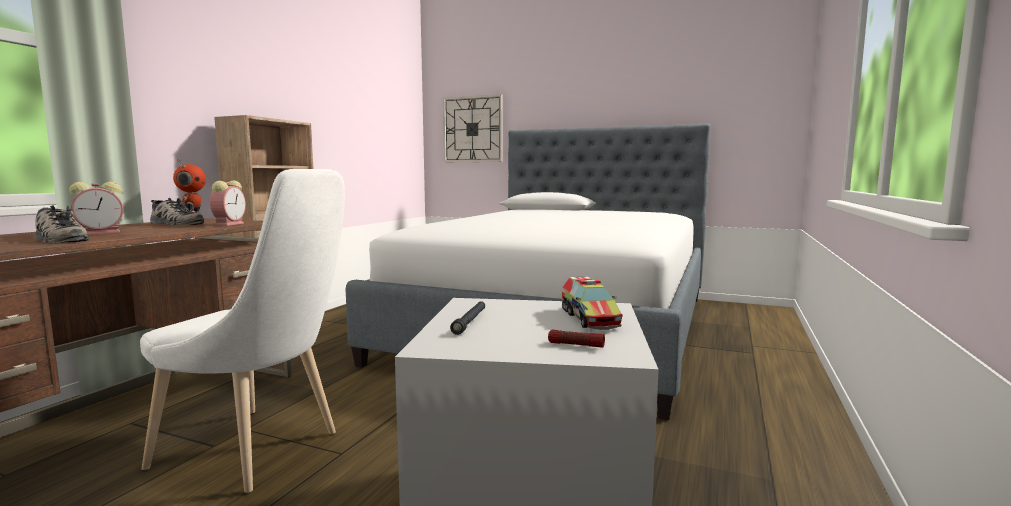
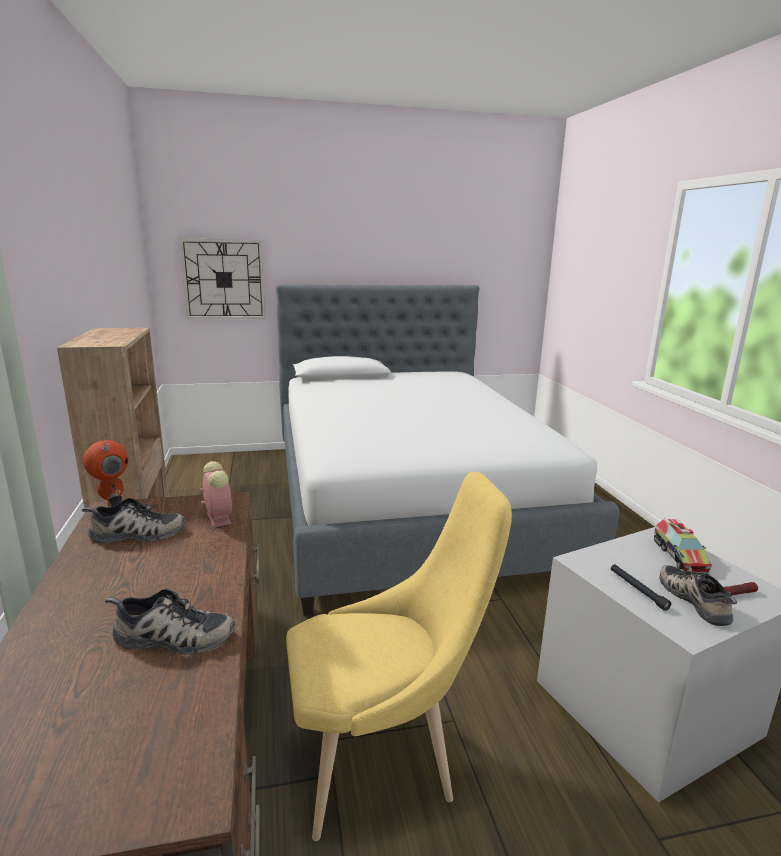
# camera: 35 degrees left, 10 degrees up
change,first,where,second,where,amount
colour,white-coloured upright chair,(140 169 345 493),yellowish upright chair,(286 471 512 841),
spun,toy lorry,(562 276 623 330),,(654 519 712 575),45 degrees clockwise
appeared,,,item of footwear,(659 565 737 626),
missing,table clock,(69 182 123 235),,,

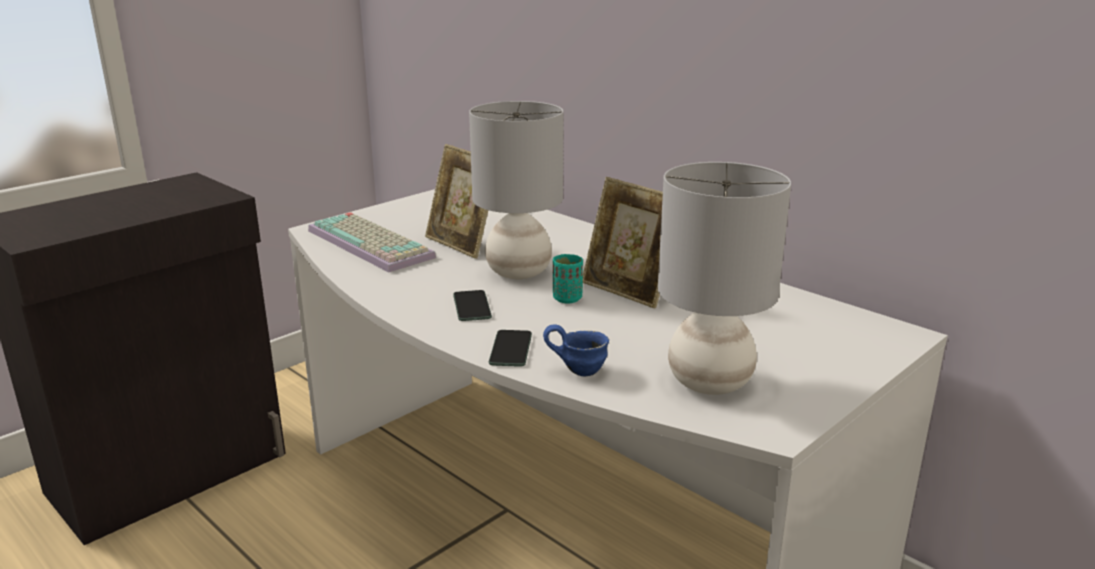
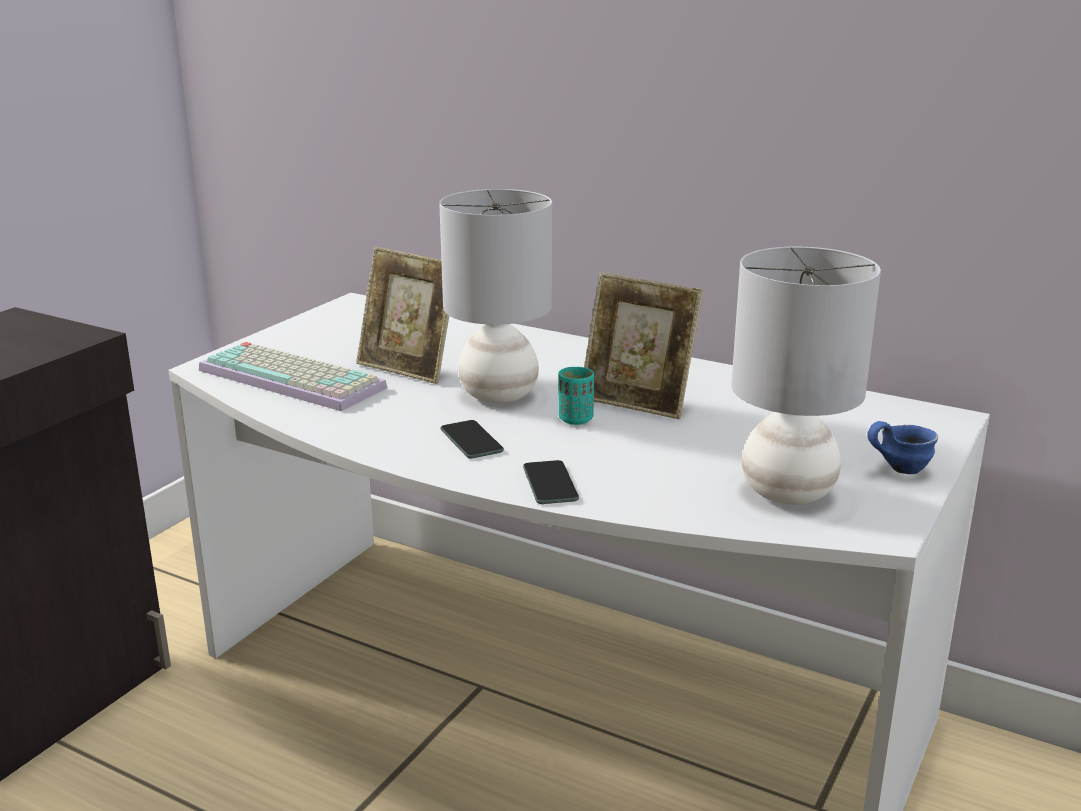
# camera: 15 degrees left, 0 degrees up
change,first,where,second,where,amount
relocated,bluish tea mug,(543 324 609 376),,(867 421 938 474),

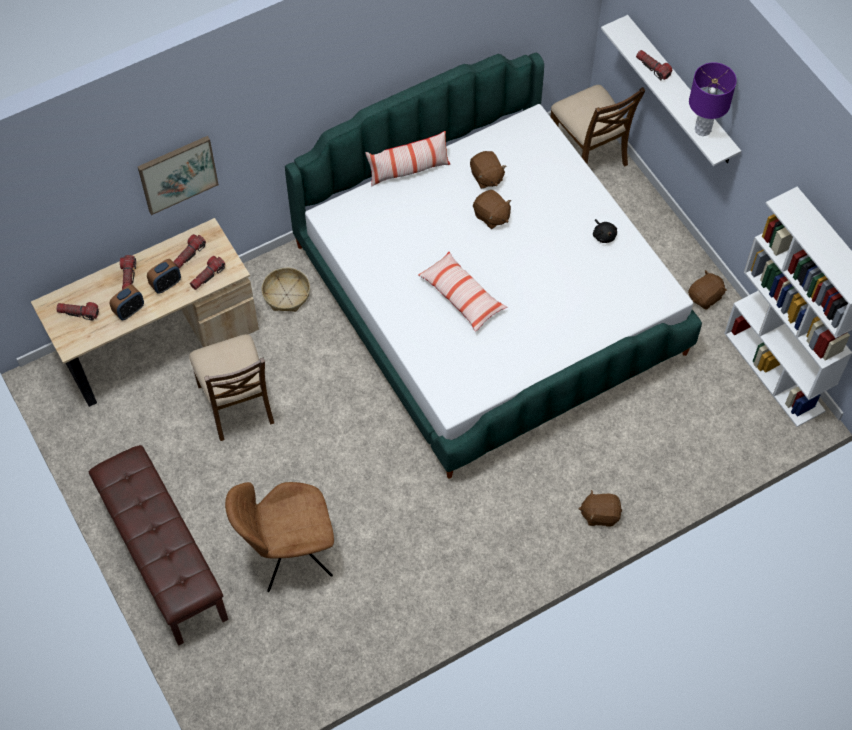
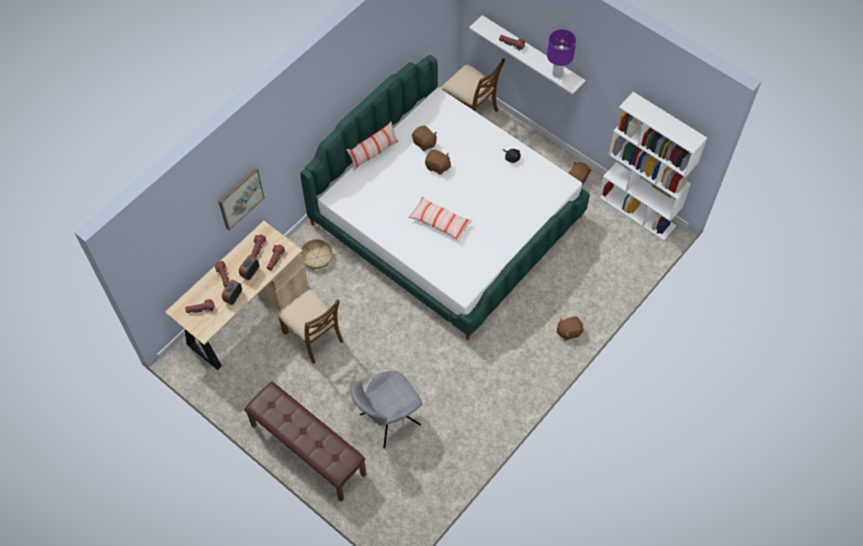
# camera: 20 degrees left, 0 degrees up
change,first,where,second,where,amount
colour,brown upright chair,(225 482 334 592),grey upright chair,(350 371 422 449),

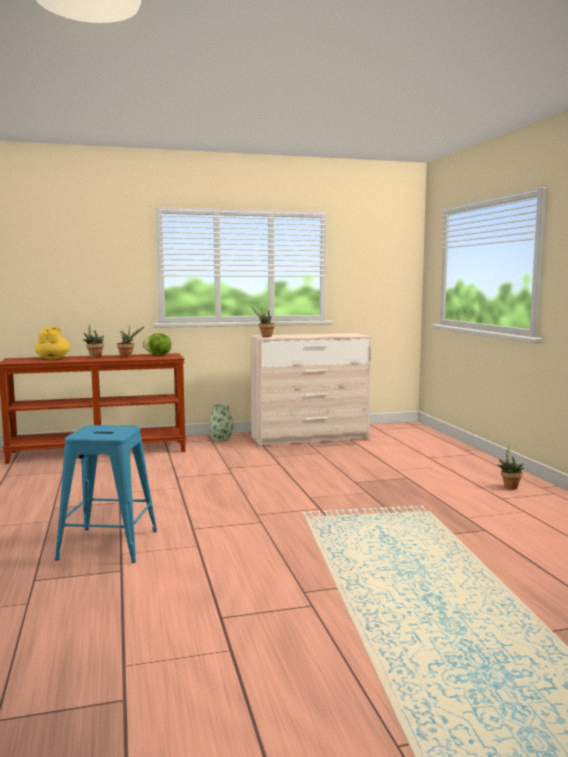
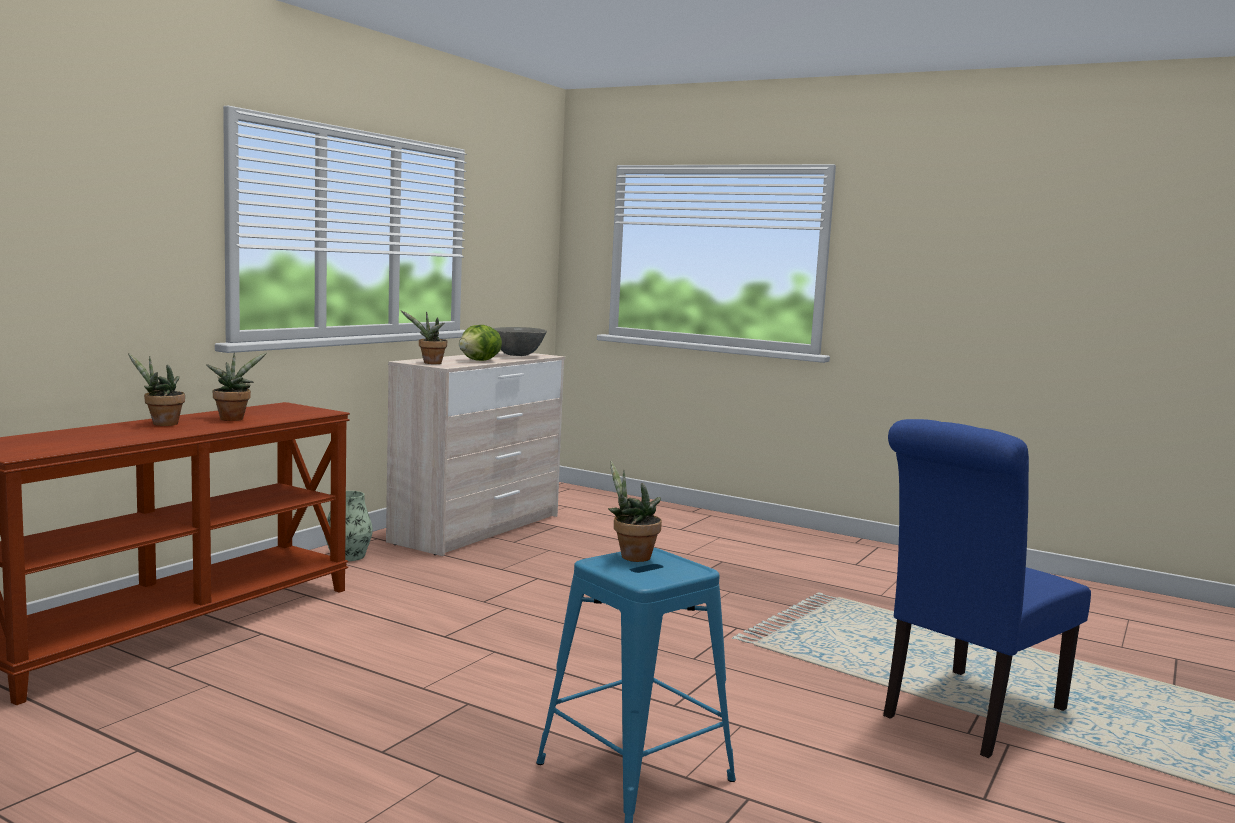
# camera: 45 degrees left, 0 degrees up
change,first,where,second,where,amount
relocated,lettuce,(142 333 171 355),,(459 325 502 361),
appeared,,,grey serving bowl,(493 327 547 356),
relocated,potted plant,(497 446 524 489),,(608 461 662 562),
appeared,,,bluish upright chair,(883 419 1091 758),
missing,yellowish teapot,(35 327 70 360),,,

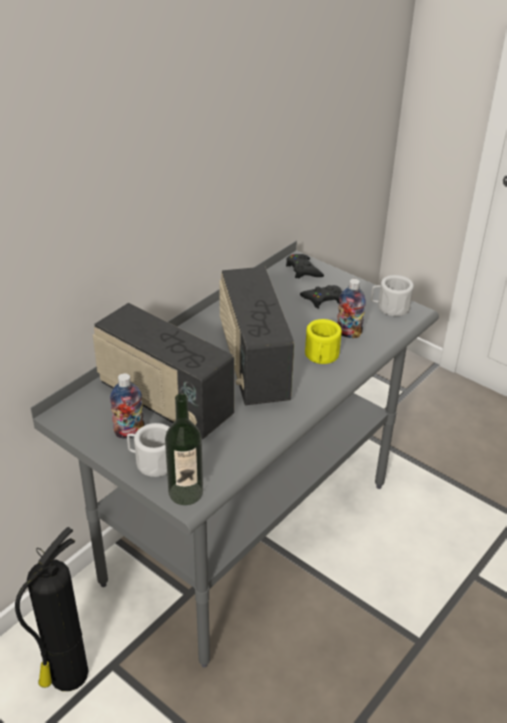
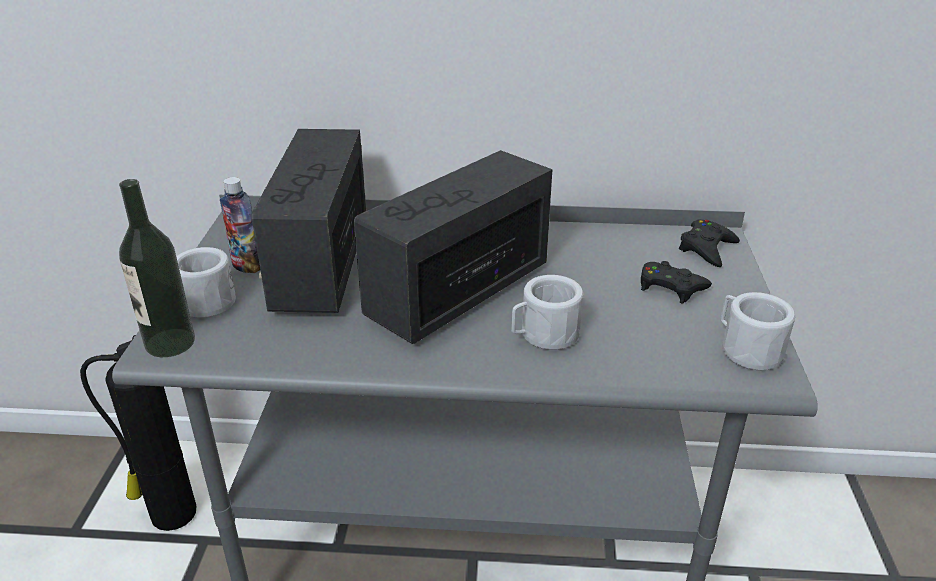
# camera: 55 degrees right, 5 degrees down
change,first,where,second,where,amount
colour,yellowish tea mug,(305 319 342 364),white-coloured tea mug,(512 275 583 350),
missing,bottle,(337 279 366 338),,,

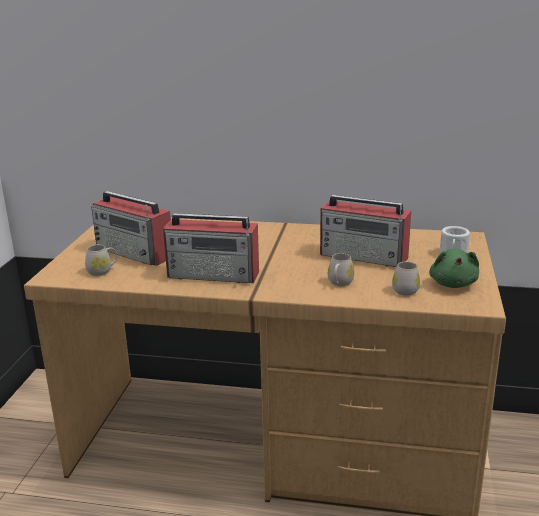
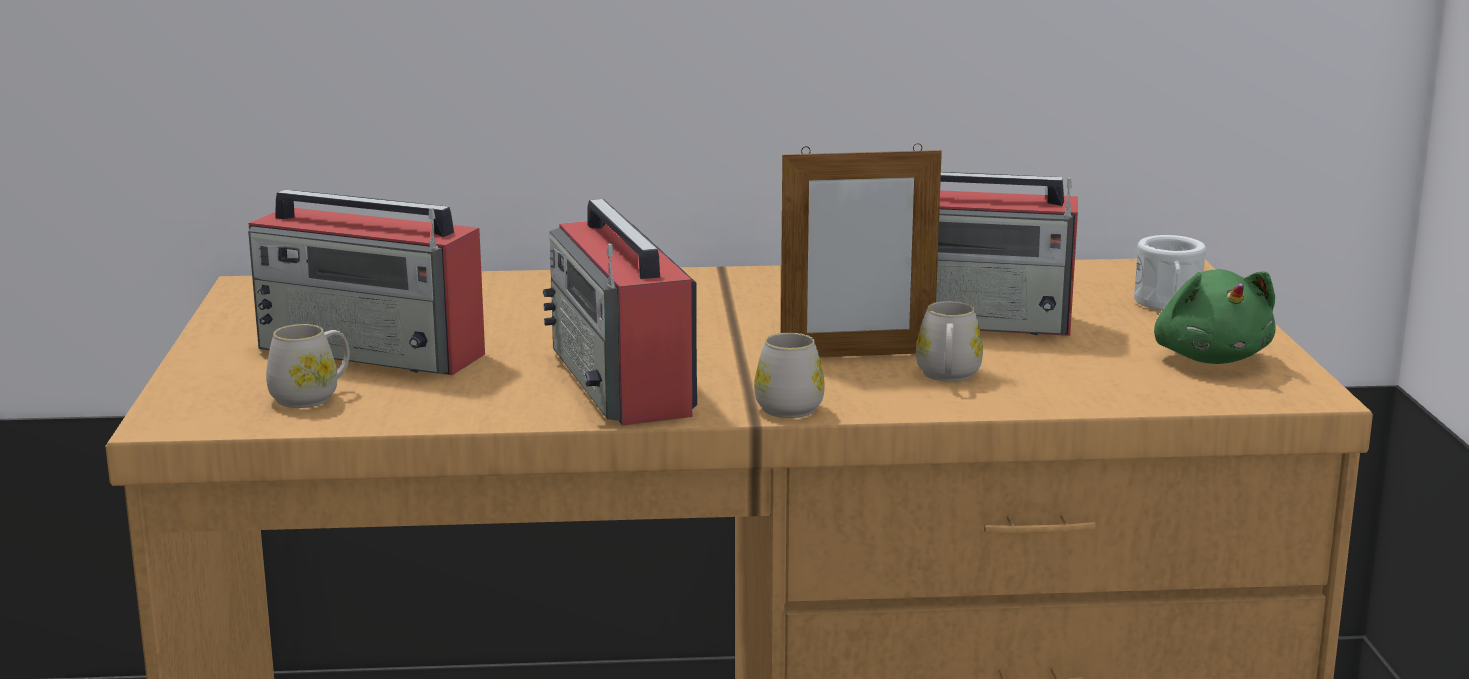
# camera: 15 degrees left, 5 degrees down
change,first,where,second,where,amount
spun,radio,(163 213 259 283),,(543 199 697 426),75 degrees clockwise
relocated,white-coloured tea mug,(392 261 420 296),,(754 333 825 418),
appeared,,,standing frame,(781 143 942 357),

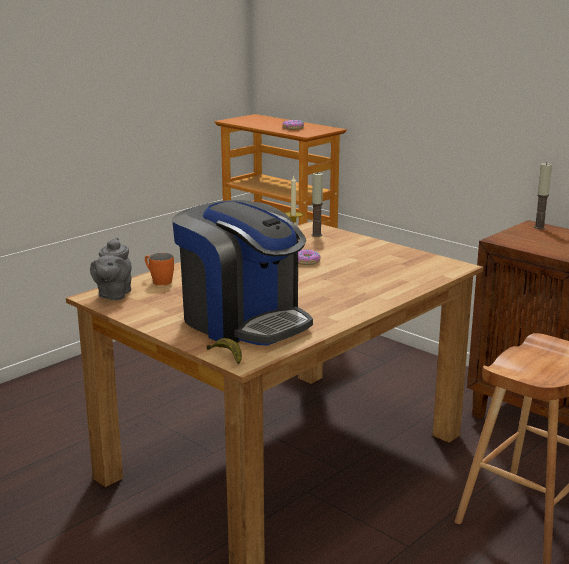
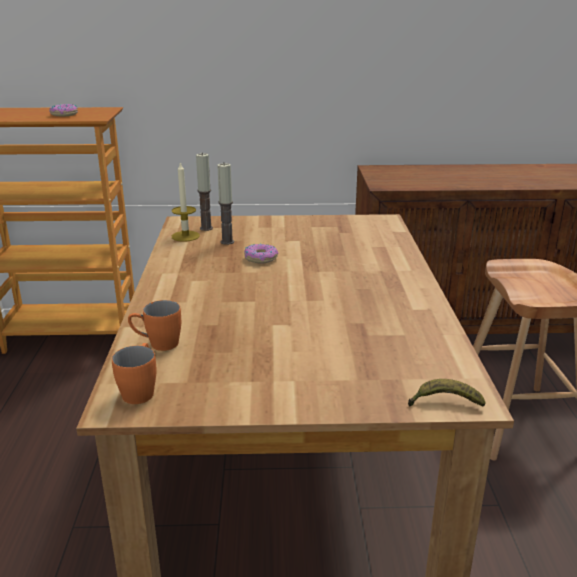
# camera: 45 degrees left, 5 degrees up
change,first,where,second,where,amount
exchanged,grey teapot,(90 237 132 300),orangey tea mug,(112 343 156 404),
relocated,wax candle,(534 162 552 229),,(217 162 234 245),
missing,coffee machine,(172 200 313 346),,,

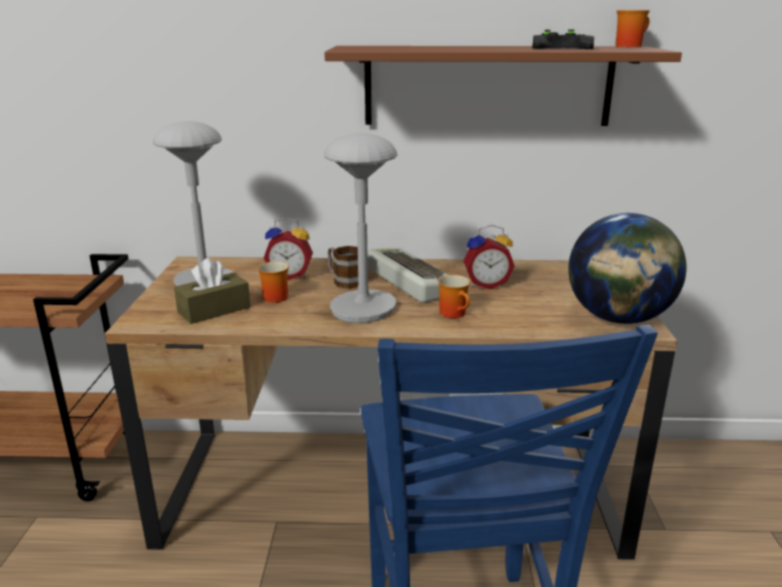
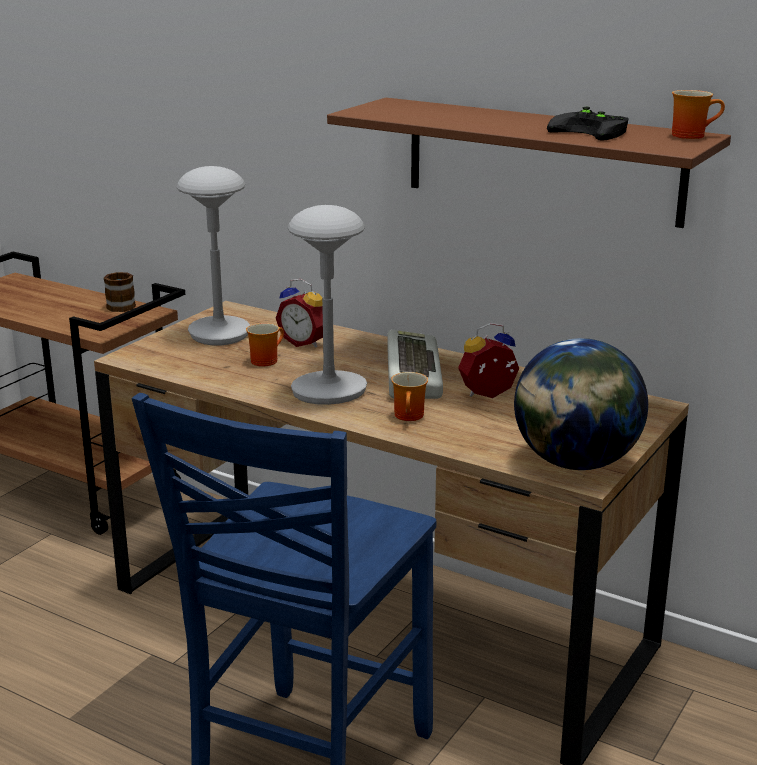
# camera: 30 degrees right, 0 degrees up
change,first,where,second,where,amount
relocated,tea mug,(328 246 358 289),,(104 272 136 312),
spun,table clock,(463 225 515 289),,(458 323 519 398),135 degrees clockwise
missing,brown box of tissues,(174 258 251 324),,,

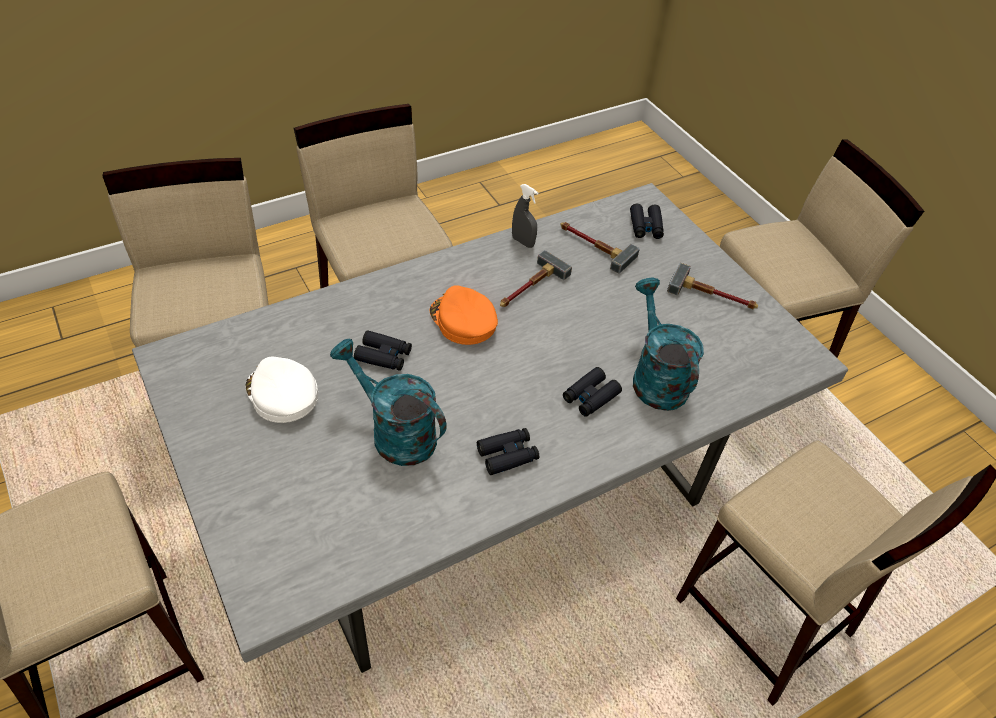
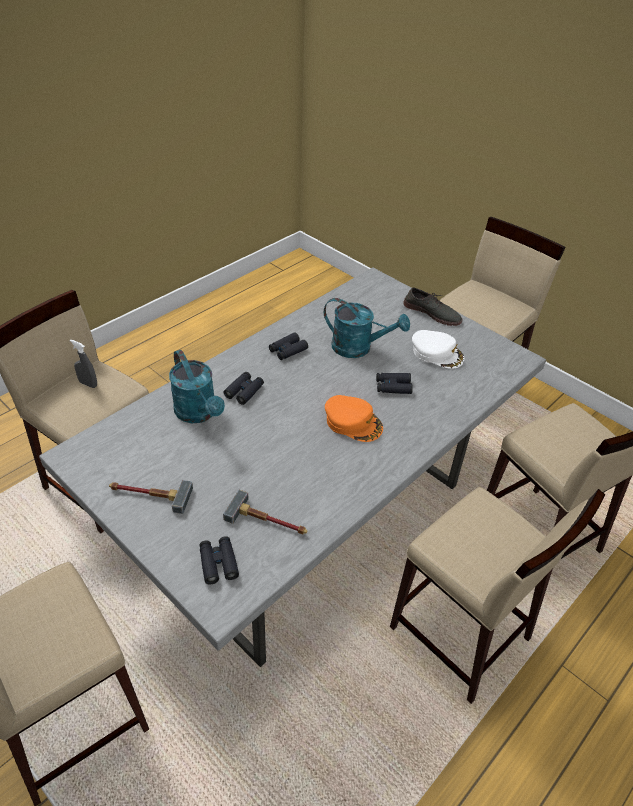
# camera: 165 degrees right, 5 degrees down
change,first,where,second,where,amount
relocated,grey spray bottle,(512 184 538 248),,(70 339 97 388),
appeared,,,grey item of footwear,(403 287 462 326),
missing,hand hammer,(500 250 572 307),,,

